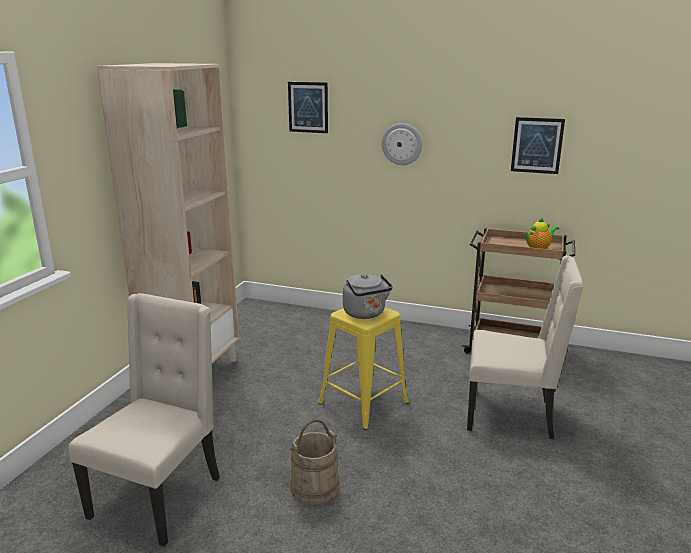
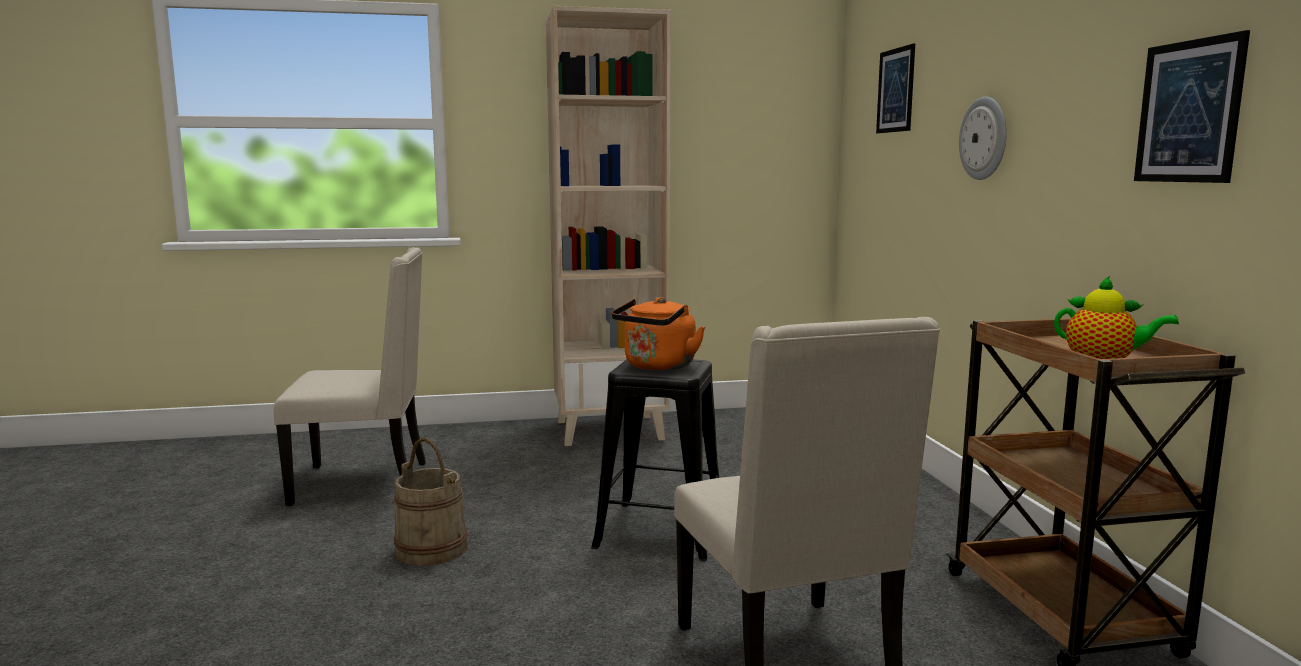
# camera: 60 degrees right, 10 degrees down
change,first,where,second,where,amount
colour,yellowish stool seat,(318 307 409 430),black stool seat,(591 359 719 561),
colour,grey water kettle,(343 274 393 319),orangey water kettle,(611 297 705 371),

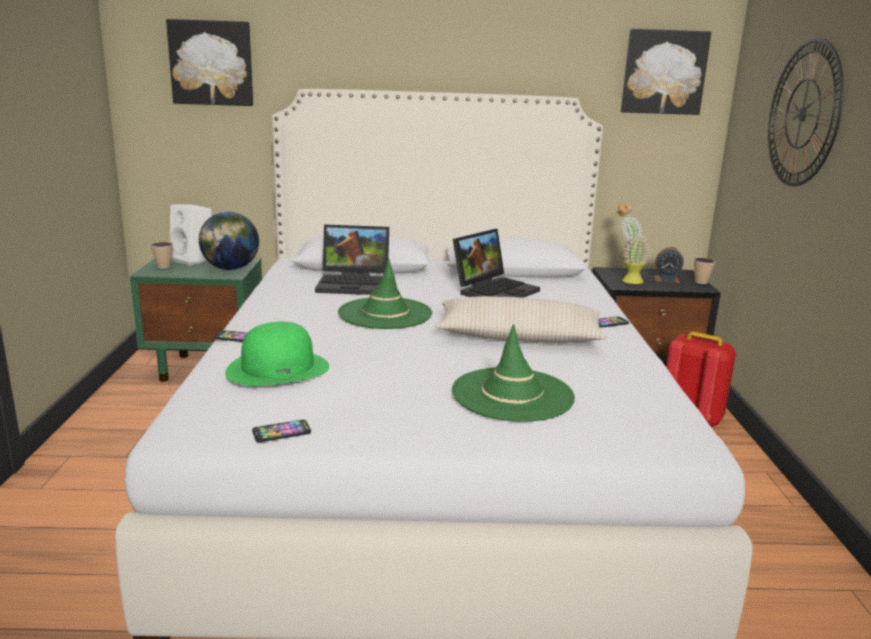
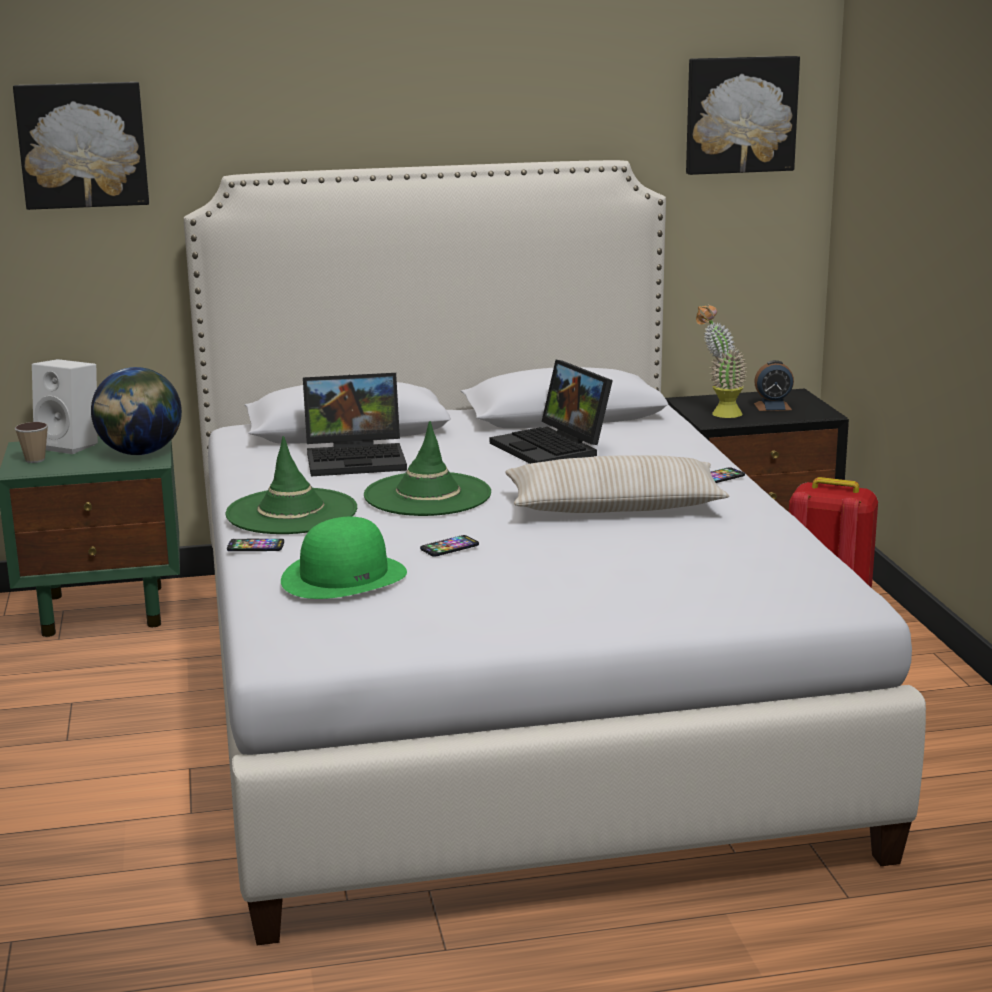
# camera: 10 degrees left, 0 degrees up
change,first,where,second,where,amount
relocated,green hat,(452 324 575 422),,(225 436 357 534),
relocated,handset,(252 420 311 442),,(420 535 479 557),
spun,notebook computer,(453 229 540 298),,(490 360 613 464),120 degrees clockwise
missing,drinking cup,(694 258 715 284),,,
missing,clock on the wall,(768 38 844 186),,,

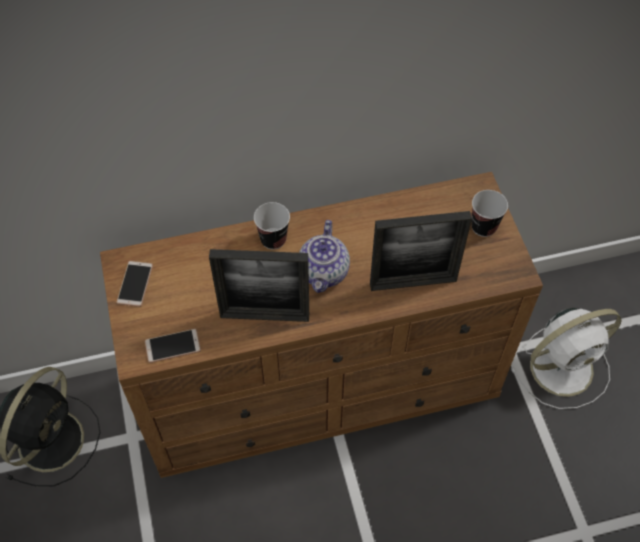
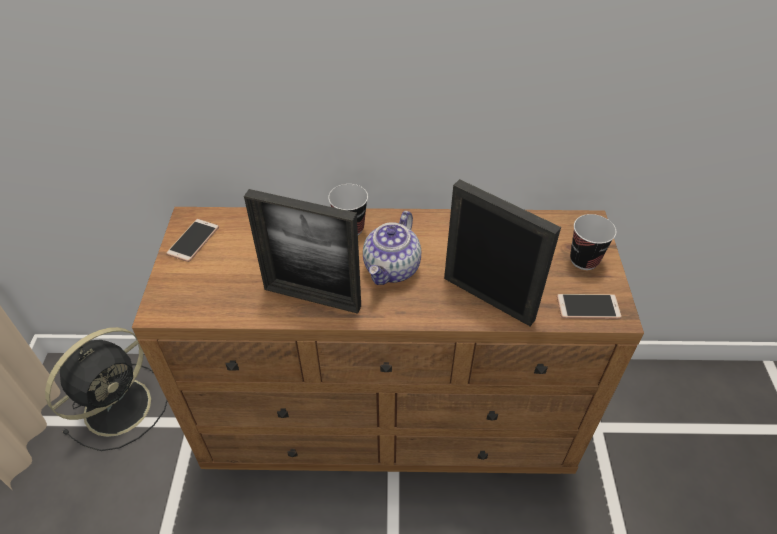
# camera: 15 degrees right, 10 degrees down
change,first,where,second,where,amount
spun,standing frame,(370 211 472 291),,(444 179 561 326),150 degrees counterclockwise
relocated,handset,(145 329 201 363),,(557 294 622 319),
missing,white-coloured cooling fan,(511 308 622 409),,,

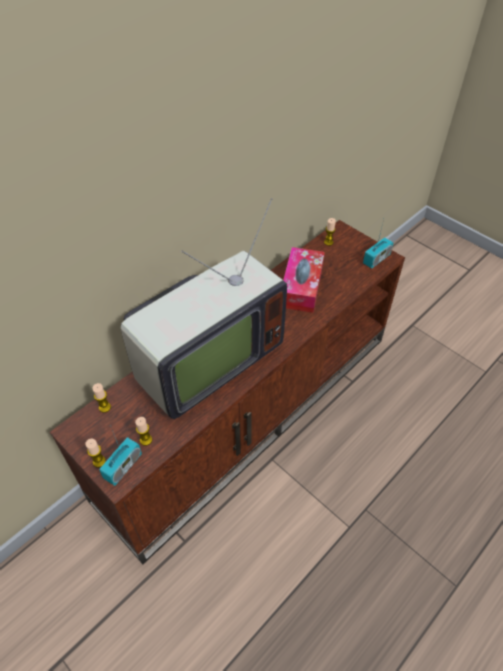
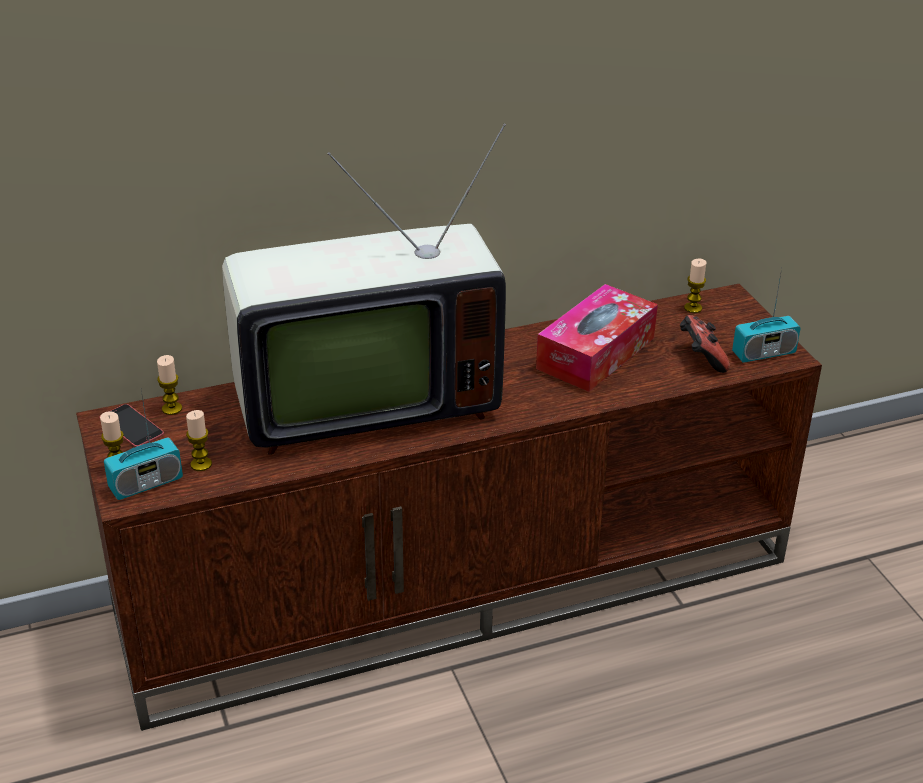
# camera: 25 degrees right, 15 degrees down
change,first,where,second,where,amount
appeared,,,handset,(110 404 164 447),
appeared,,,joypad,(680 315 730 373),

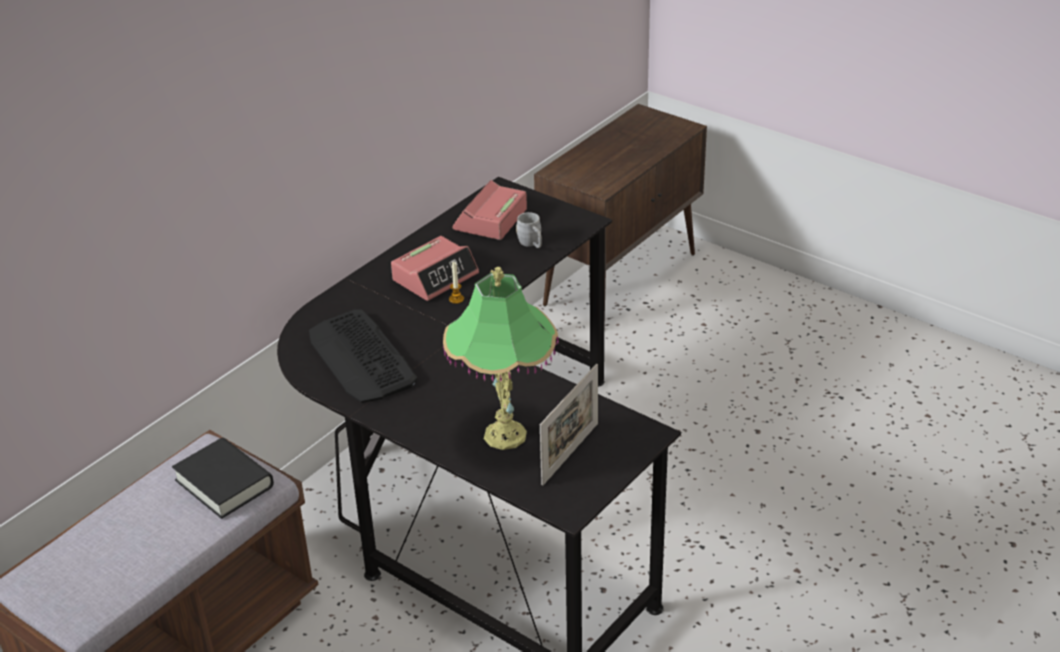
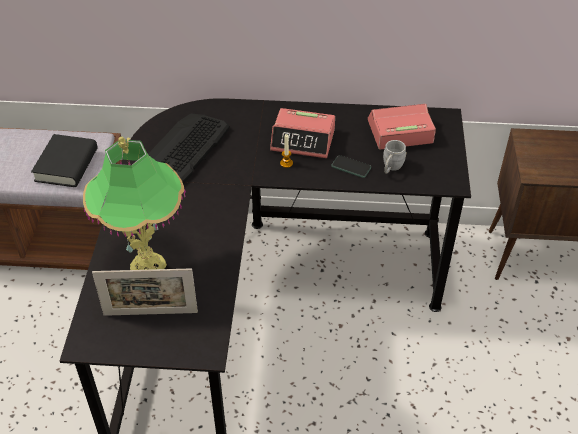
# camera: 55 degrees right, 10 degrees up
change,first,where,second,where,amount
appeared,,,handset,(331 155 371 178),

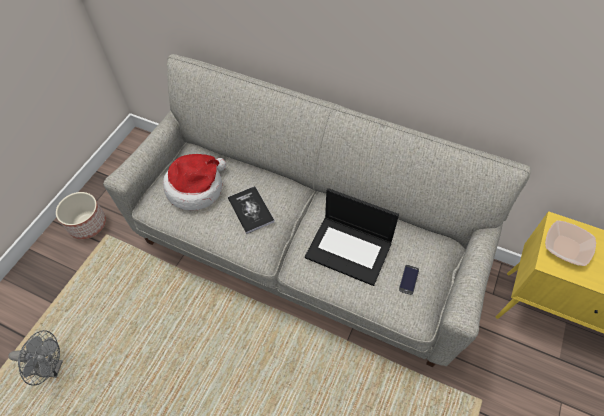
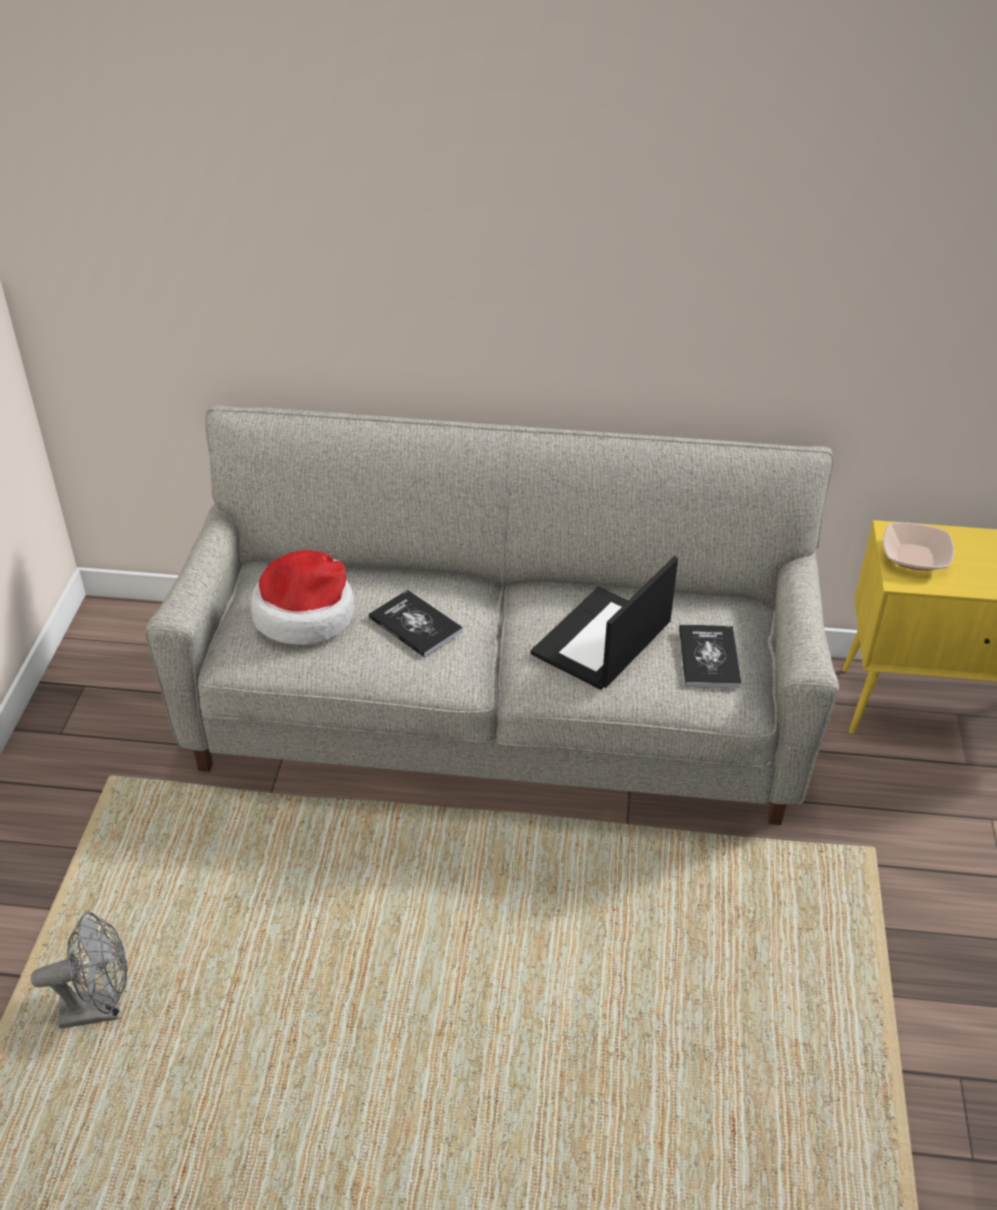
# camera: 20 degrees left, 15 degrees down
change,first,where,second,where,amount
spun,notebook computer,(305 188 399 286),,(530 556 678 690),120 degrees clockwise
exchanged,handset,(399 265 419 295),volume,(679 625 742 688),
missing,plant pot,(56 192 106 239),,,

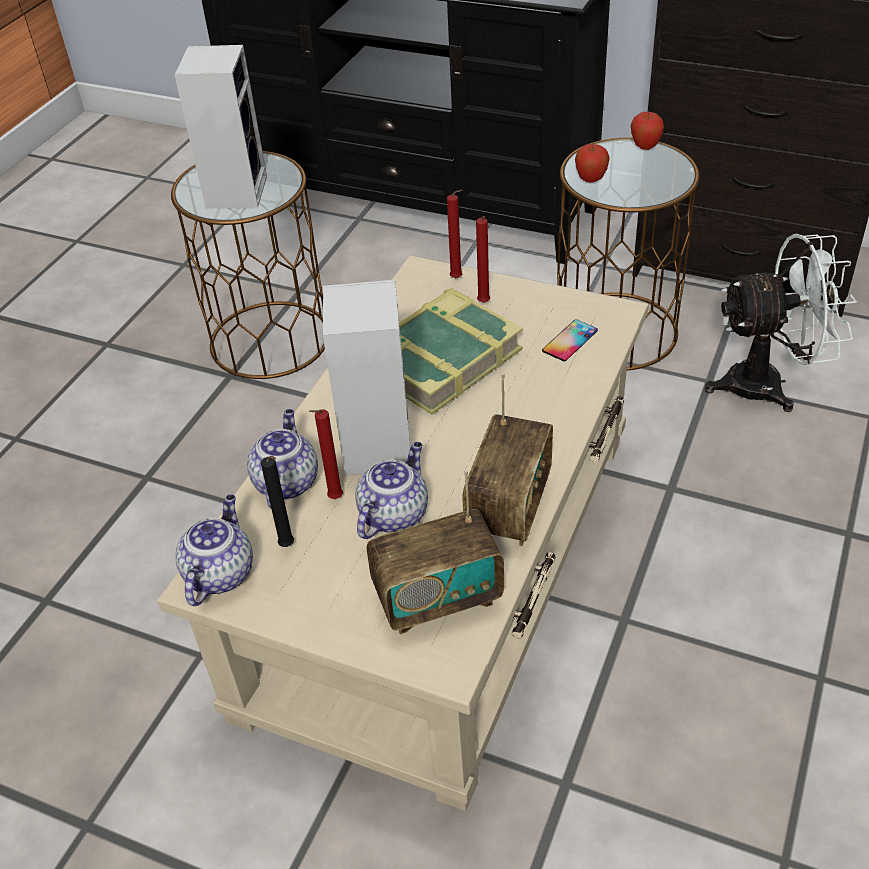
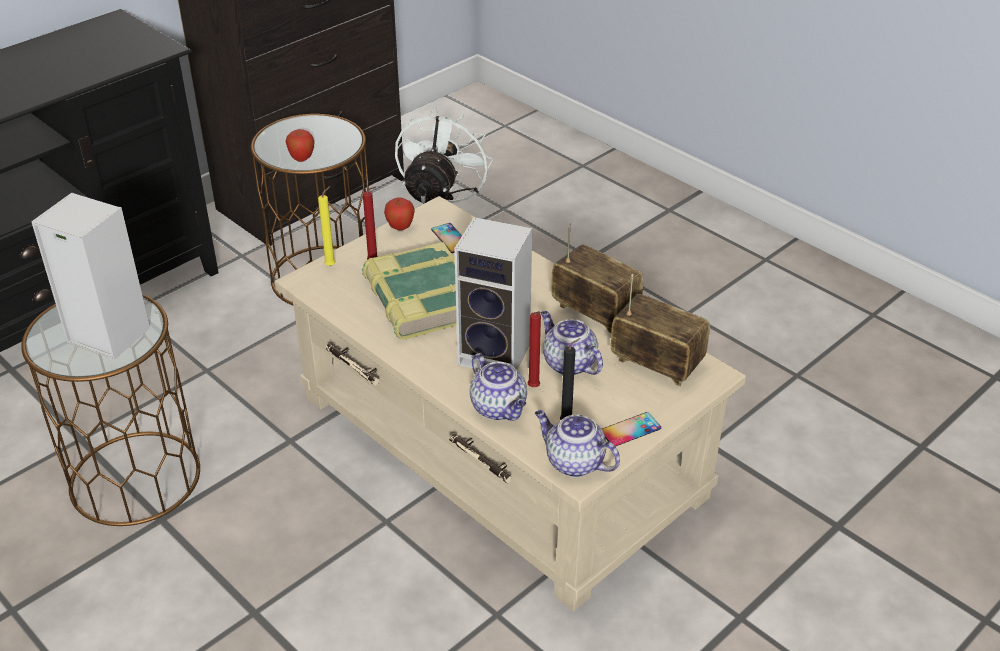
# camera: 70 degrees left, 5 degrees down
change,first,where,second,where,amount
colour,red wax candle,(447 190 462 278),yellowish wax candle,(318 186 336 266),
relocated,apple,(631 112 664 150),,(384 197 414 230),
spun,teapot,(247 409 318 508),,(470 353 527 421),150 degrees counterclockwise
appeared,,,handset,(602 412 661 447),
spun,radio,(367 470 504 634),,(611 274 710 386),60 degrees counterclockwise

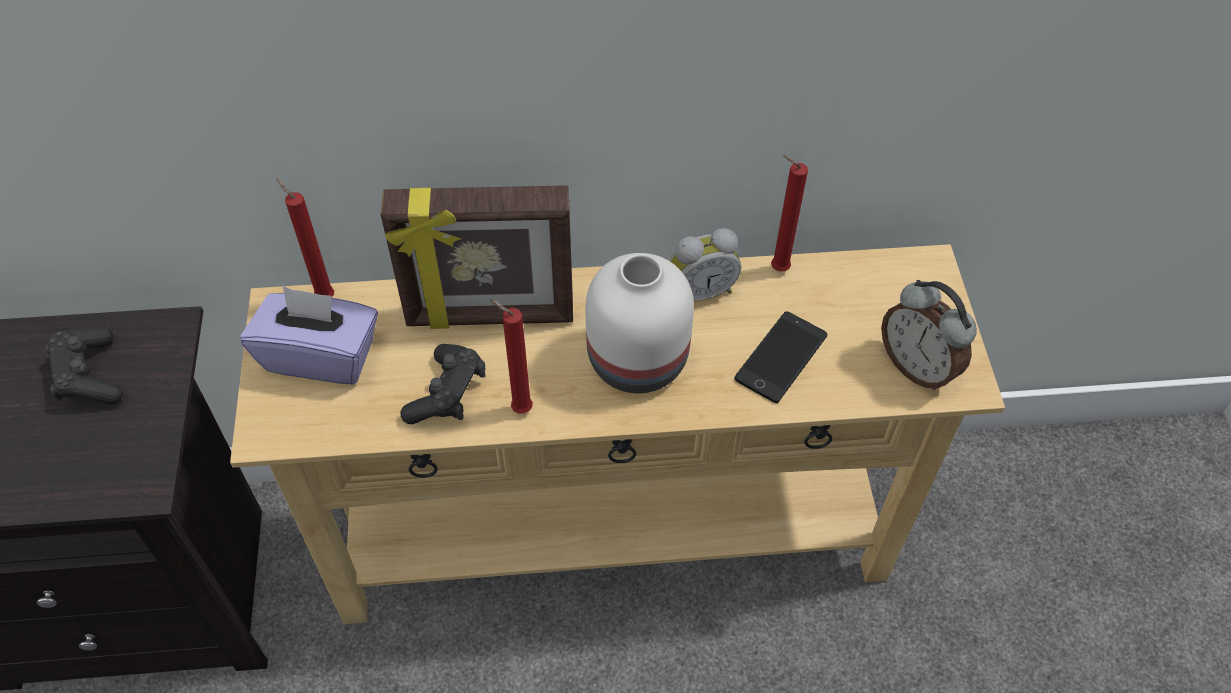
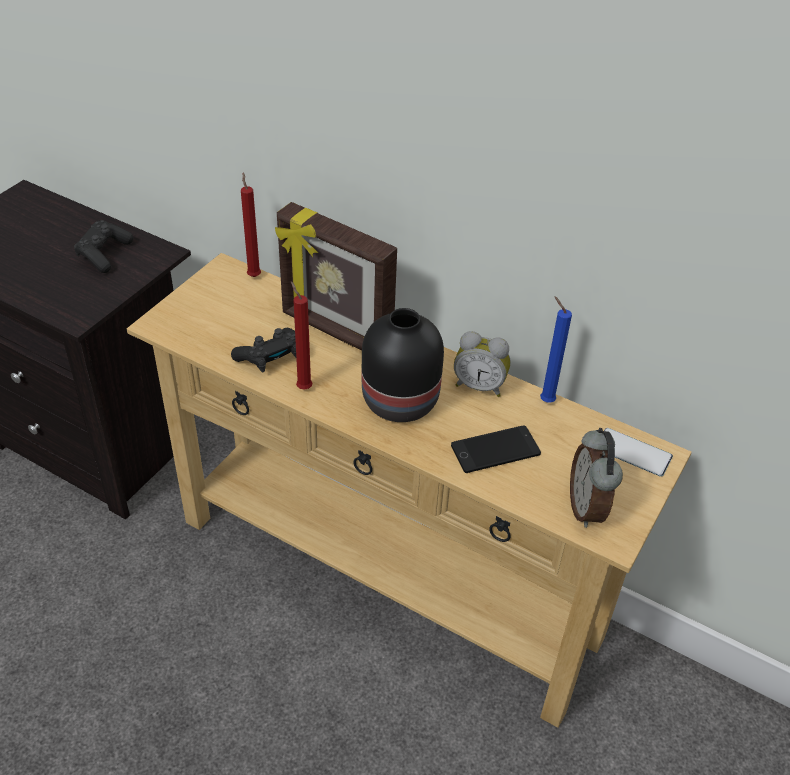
# camera: 35 degrees right, 10 degrees down
change,first,where,second,where,amount
colour,white-coloured flower vase,(586 253 694 393),black flower vase,(362 308 444 422),
colour,red wax candle,(771 155 808 272),bluish wax candle,(540 296 572 403),
appeared,,,handset,(604 428 673 477),
missing,purple-coloured box of tissues,(240 286 378 385),,,

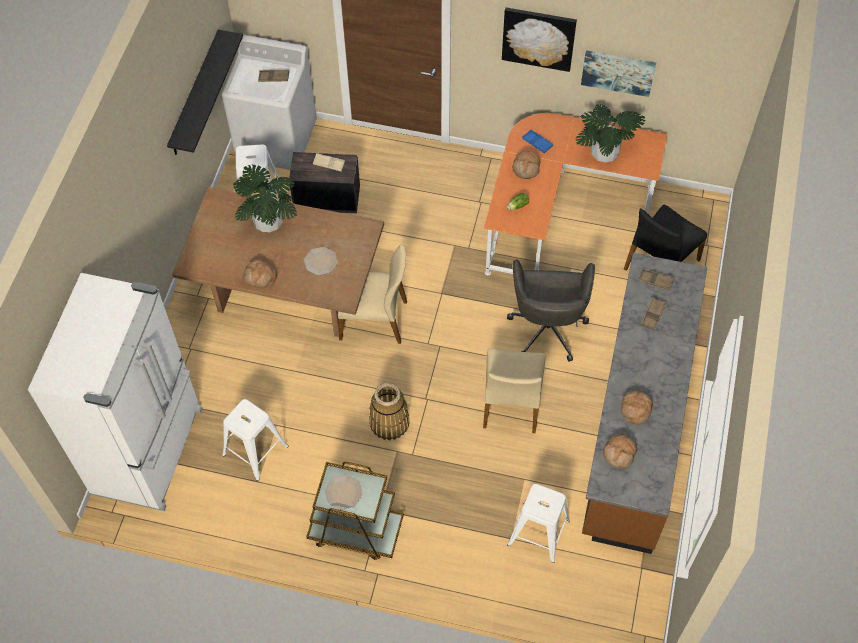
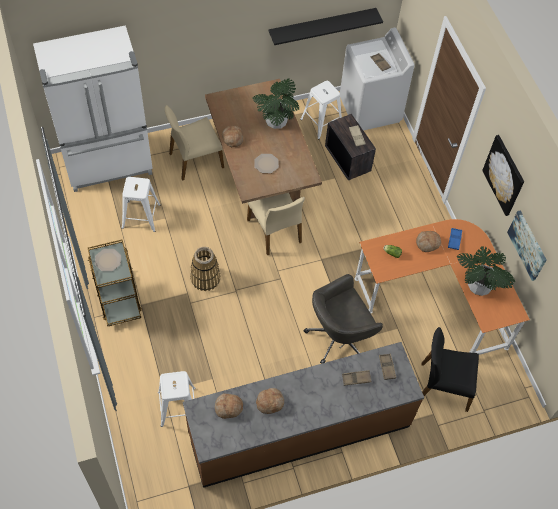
# camera: 55 degrees right, 0 degrees up
change,first,where,second,where,amount
relocated,beige-coloured upright chair,(483 348 546 433),,(165 105 224 181),

